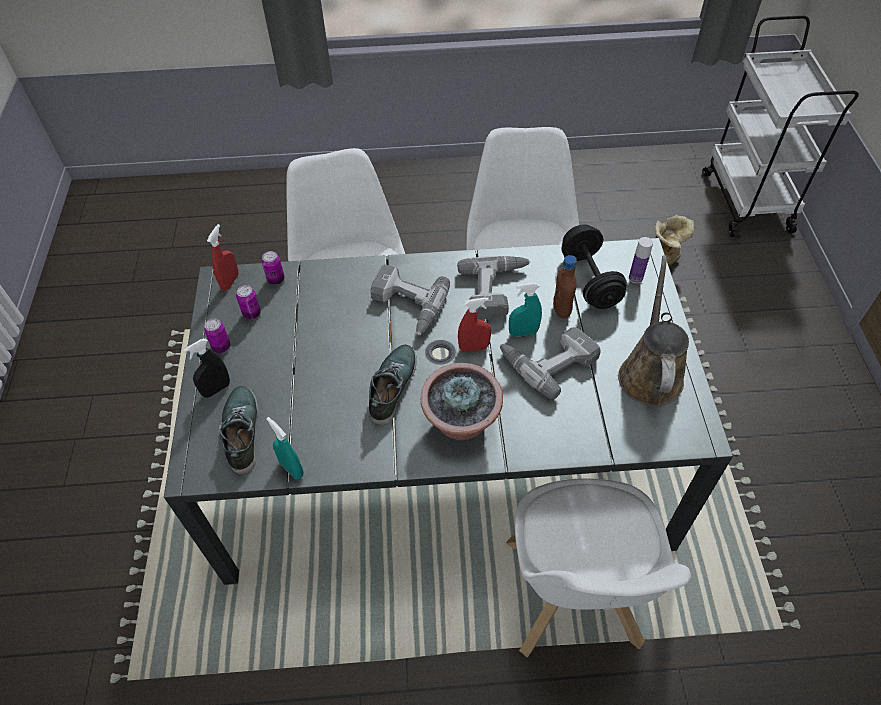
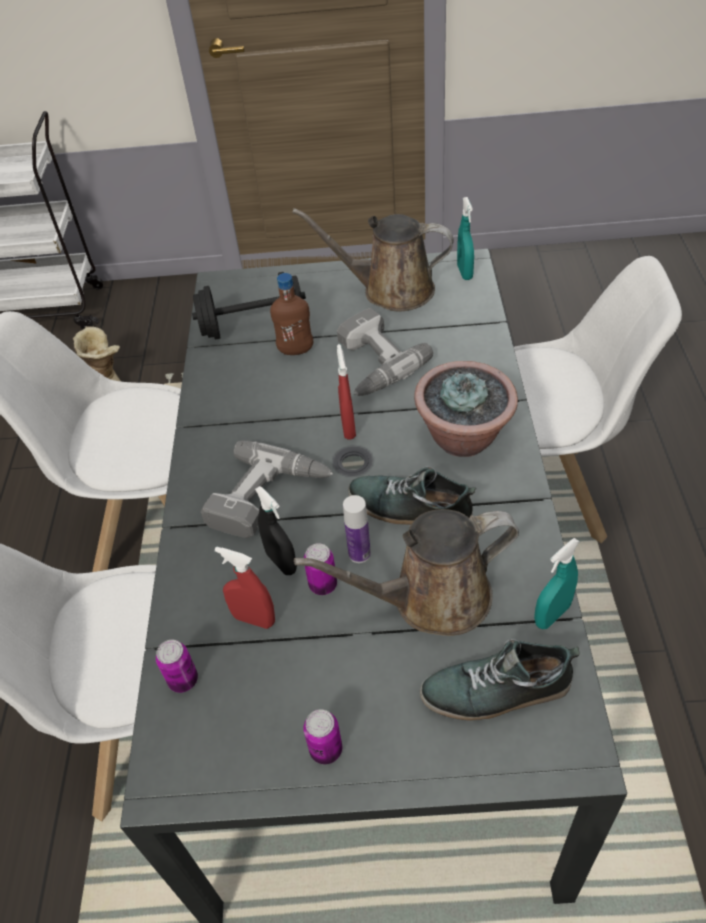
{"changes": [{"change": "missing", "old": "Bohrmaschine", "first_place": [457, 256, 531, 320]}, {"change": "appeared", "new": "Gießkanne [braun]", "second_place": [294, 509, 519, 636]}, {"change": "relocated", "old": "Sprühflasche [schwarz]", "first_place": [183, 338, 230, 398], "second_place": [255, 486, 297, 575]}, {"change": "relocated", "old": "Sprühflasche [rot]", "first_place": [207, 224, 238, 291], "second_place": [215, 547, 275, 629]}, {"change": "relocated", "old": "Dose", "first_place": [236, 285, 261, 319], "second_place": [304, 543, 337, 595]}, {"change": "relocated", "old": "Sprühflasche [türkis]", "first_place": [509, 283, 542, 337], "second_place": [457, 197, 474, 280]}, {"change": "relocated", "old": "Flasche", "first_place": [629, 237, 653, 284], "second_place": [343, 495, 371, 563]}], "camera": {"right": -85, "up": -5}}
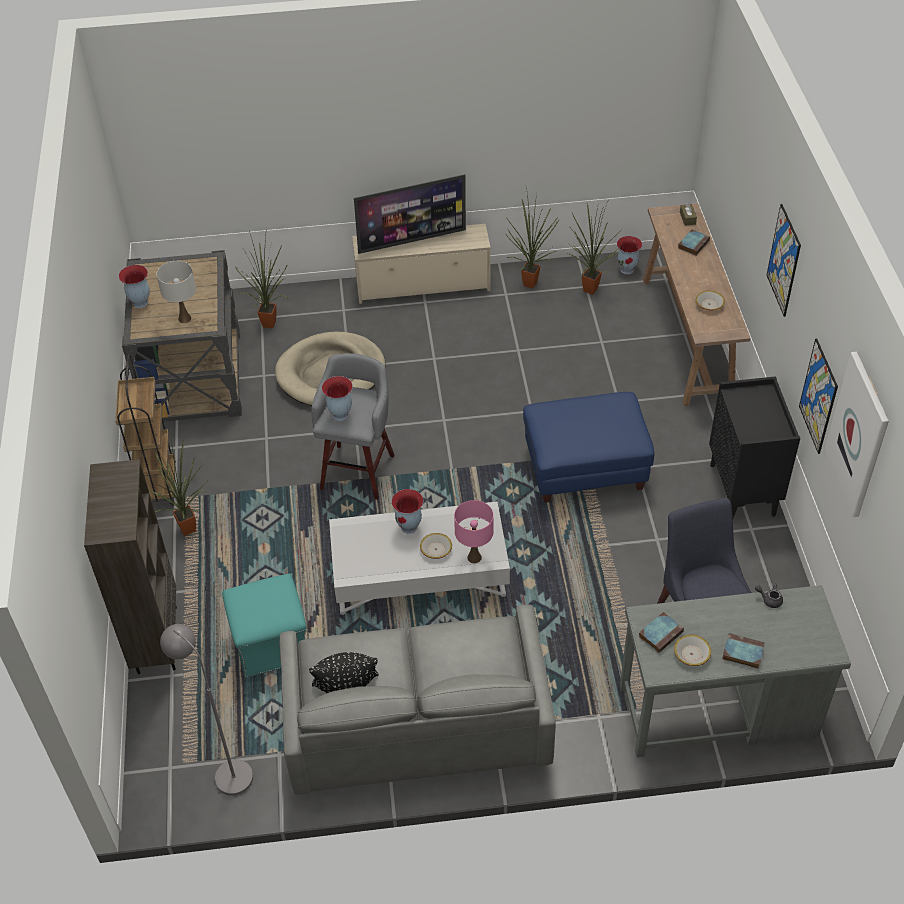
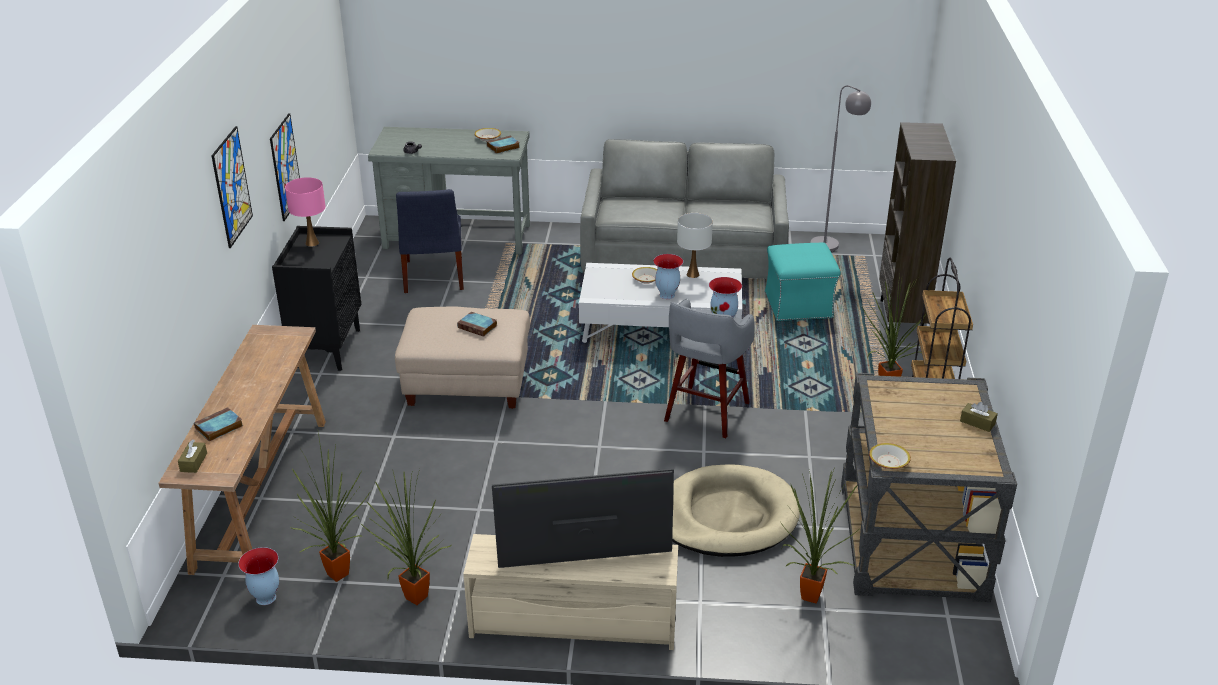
{"changes": [{"change": "missing", "old": "Kissen [schwarz]", "first_place": [309, 652, 379, 693]}, {"change": "missing", "old": "Bild", "first_place": [825, 352, 889, 517]}, {"change": "relocated", "old": "Tischlampe [weiß]", "first_place": [157, 261, 196, 323], "second_place": [677, 213, 713, 278]}, {"change": "relocated", "old": "Tischlampe [rosa]", "first_place": [454, 500, 494, 563], "second_place": [285, 177, 326, 247]}, {"change": "relocated", "old": "Schüssel", "first_place": [696, 291, 725, 310], "second_place": [869, 443, 911, 469]}, {"change": "relocated", "old": "Buch", "first_place": [722, 633, 765, 669], "second_place": [457, 312, 497, 337]}, {"change": "exchanged", "old": "Vase", "new": "Taschentuchbox [braun]", "first_place": [118, 265, 150, 308], "second_place": [960, 402, 998, 432]}, {"change": "colour", "old": "Polsterhocker [blau]", "new": "Polsterhocker [beige]", "first_place": [523, 392, 655, 503], "second_place": [395, 306, 530, 409]}], "camera": {"right": -170, "up": -15}}
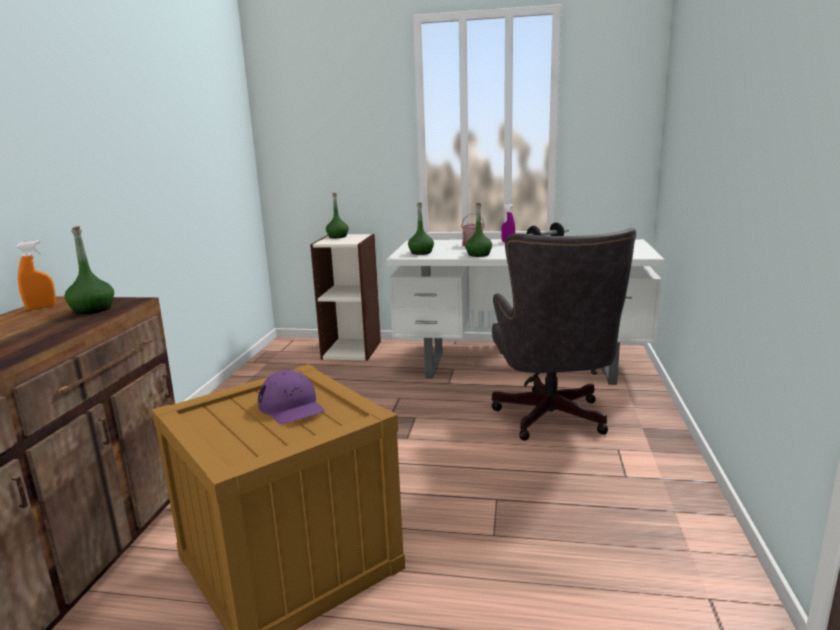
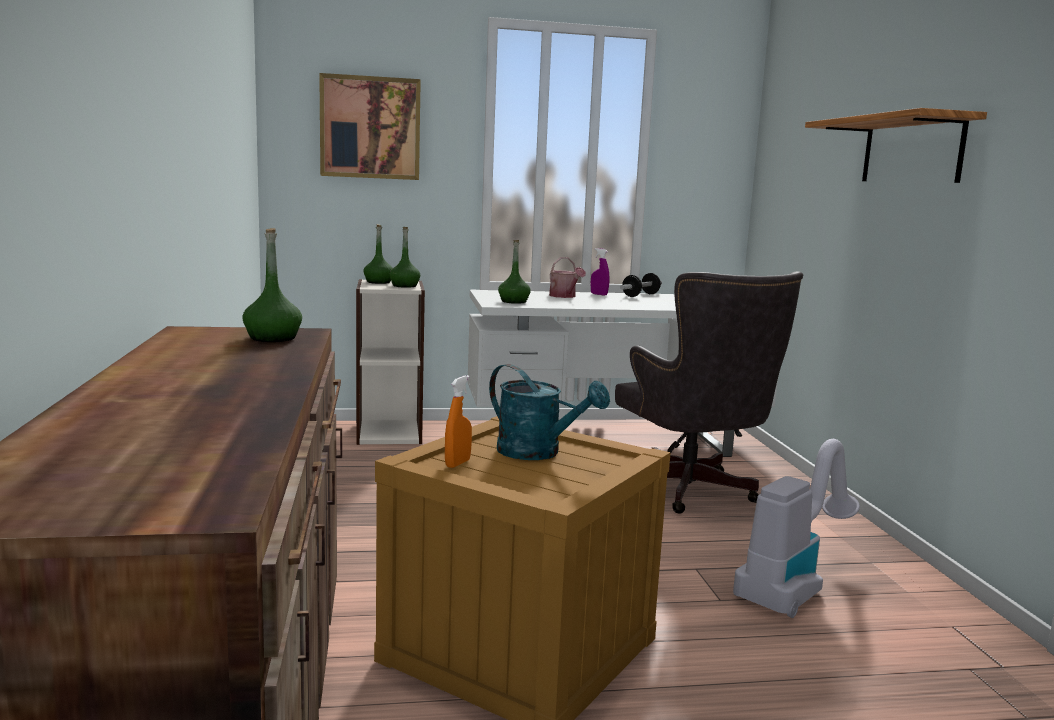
{"changes": [{"change": "appeared", "new": "Bild", "second_place": [319, 73, 421, 180]}, {"change": "appeared", "new": "Staubsauger", "second_place": [733, 439, 860, 618]}, {"change": "appeared", "new": "Wandregal", "second_place": [805, 108, 987, 183]}, {"change": "relocated", "old": "Sprühflasche [orange]", "first_place": [16, 240, 56, 310], "second_place": [445, 375, 472, 468]}, {"change": "relocated", "old": "Flasche [grün]", "first_place": [465, 203, 492, 257], "second_place": [389, 227, 420, 288]}, {"change": "exchanged", "old": "Kappe [lila]", "new": "Gießkanne [türkis]", "first_place": [258, 370, 325, 424], "second_place": [489, 364, 610, 460]}], "camera": {"right": -20, "up": -5}}
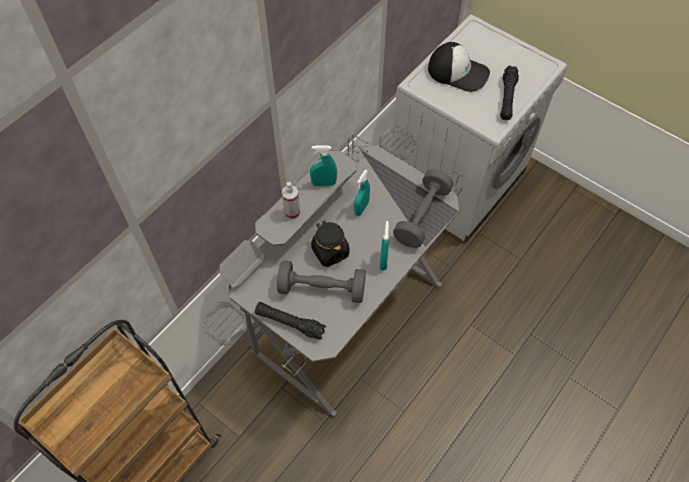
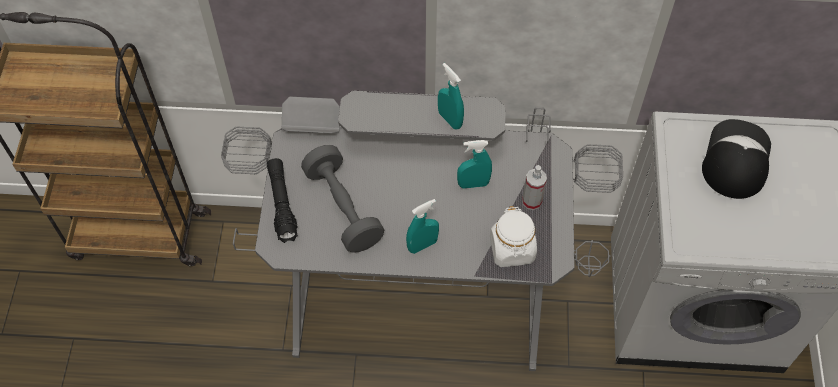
{"changes": [{"change": "missing", "old": "Vorratsglas [schwarz]", "first_place": [311, 221, 349, 267]}, {"change": "missing", "old": "Taschenlampe [schwarz]", "first_place": [500, 65, 519, 120]}, {"change": "relocated", "old": "Sprühflasche", "first_place": [282, 182, 300, 219], "second_place": [522, 165, 547, 210]}, {"change": "exchanged", "old": "Hantel [grau]", "new": "Vorratsglas [weiß]", "first_place": [393, 169, 453, 248], "second_place": [490, 206, 537, 267]}, {"change": "spun", "old": "Kappe", "first_place": [428, 42, 490, 92], "second_place": [702, 119, 771, 199], "degrees": -150}], "camera": {"right": 55, "up": 0}}
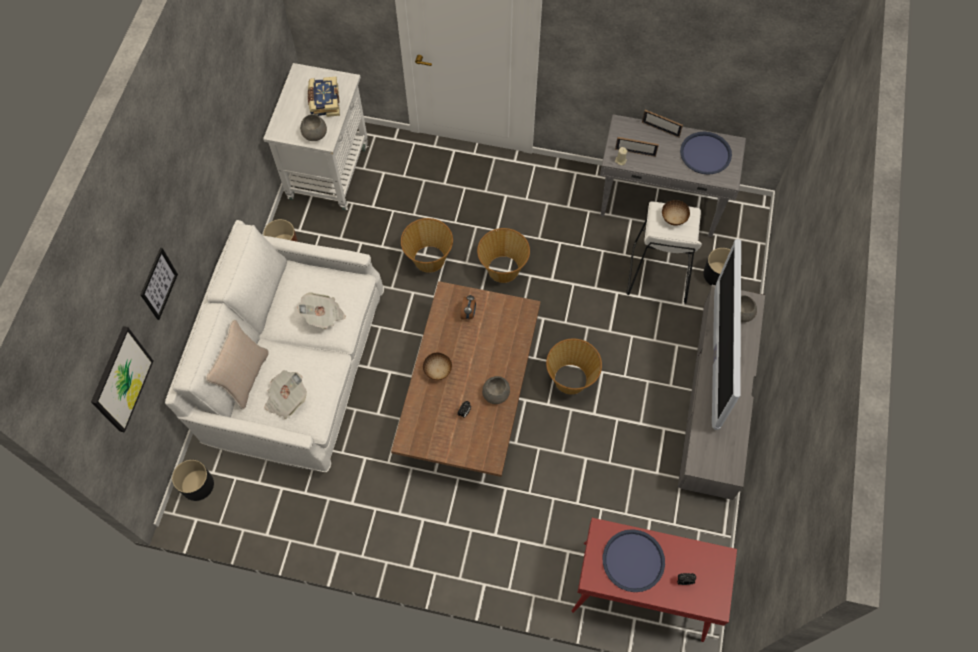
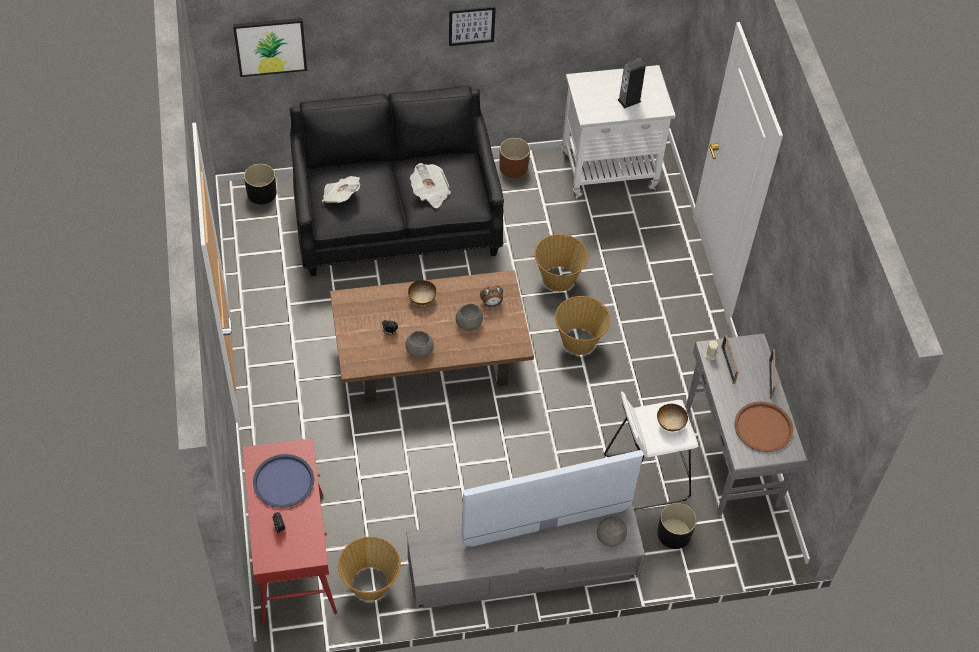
{"changes": [{"change": "missing", "old": "Kissen [beige]", "first_place": [206, 320, 269, 410]}, {"change": "relocated", "old": "Bild", "first_place": [140, 248, 178, 320], "second_place": [449, 6, 496, 46]}, {"change": "relocated", "old": "Schüssel [grau]", "first_place": [300, 114, 327, 141], "second_place": [456, 304, 483, 331]}, {"change": "relocated", "old": "Korb", "first_place": [546, 339, 602, 394], "second_place": [338, 537, 401, 601]}, {"change": "exchanged", "old": "Buch", "new": "Lautsprecher", "first_place": [308, 77, 340, 117], "second_place": [618, 58, 646, 109]}, {"change": "colour", "old": "Sofa [weiß]", "new": "Sofa [schwarz]", "first_place": [165, 220, 384, 472], "second_place": [290, 85, 504, 276]}, {"change": "colour", "old": "Tablett [blau]", "new": "Tablett [braun]", "first_place": [680, 132, 732, 175], "second_place": [734, 402, 793, 452]}], "camera": {"right": 65, "up": -10}}
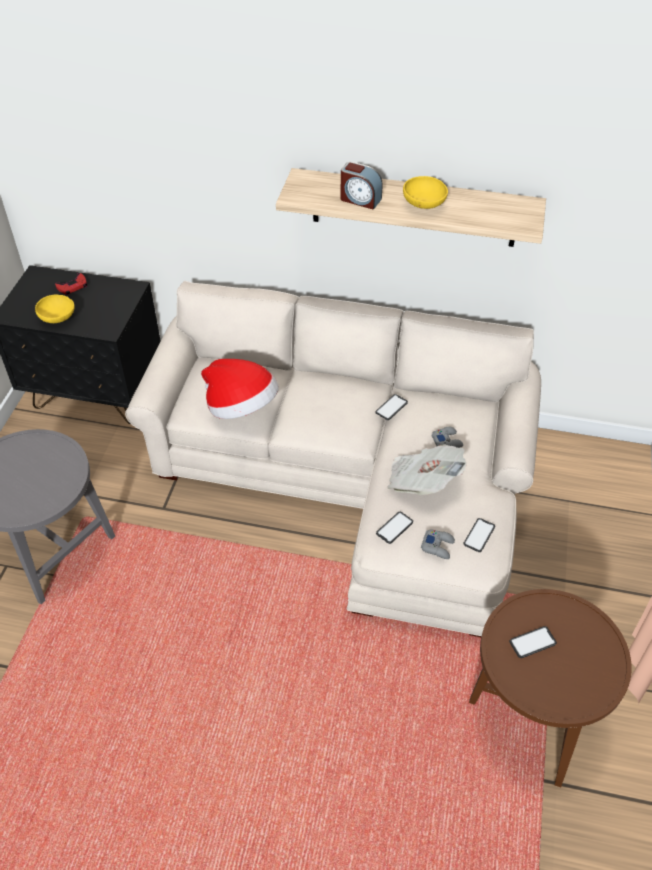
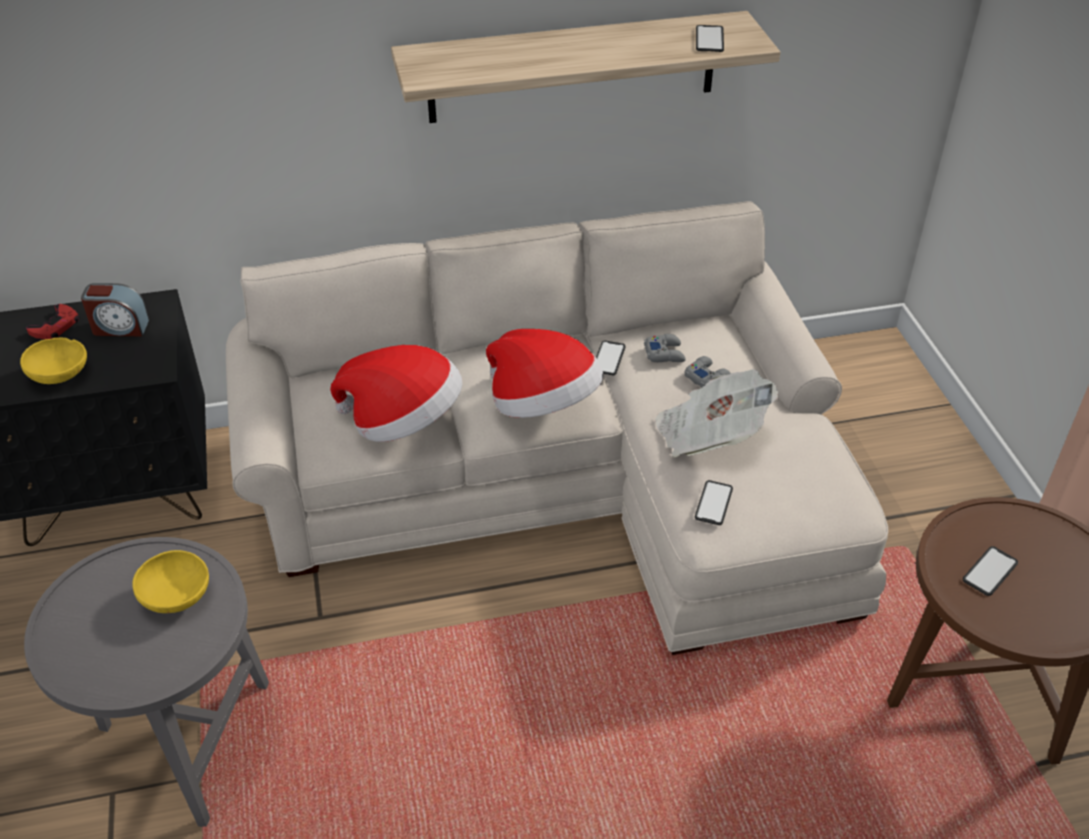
{"changes": [{"change": "appeared", "new": "Hut", "second_place": [486, 329, 603, 418]}, {"change": "relocated", "old": "Wecker", "first_place": [340, 162, 383, 210], "second_place": [81, 283, 149, 336]}, {"change": "relocated", "old": "Schüssel [gelb]", "first_place": [403, 176, 448, 209], "second_place": [132, 550, 209, 613]}, {"change": "relocated", "old": "Gamepad [grau]", "first_place": [421, 530, 455, 559], "second_place": [644, 334, 686, 362]}, {"change": "relocated", "old": "Handy", "first_place": [464, 518, 495, 552], "second_place": [696, 25, 724, 52]}], "camera": {"right": -25, "up": -5}}
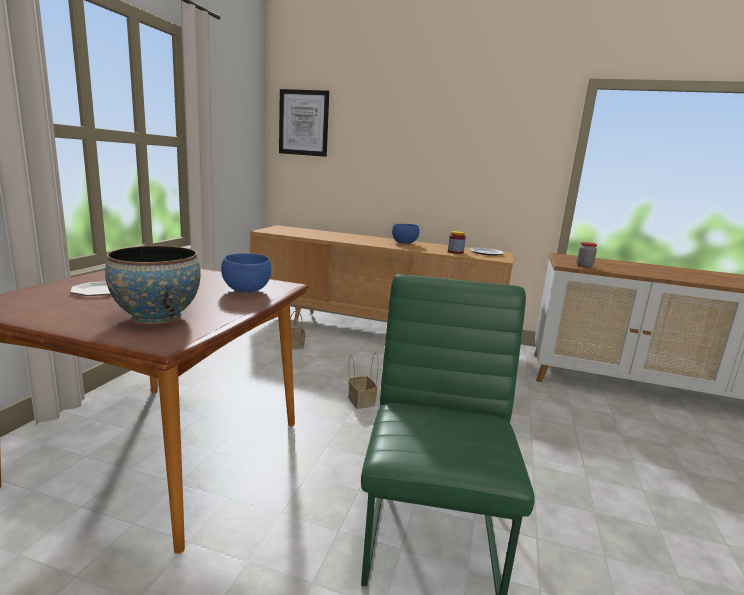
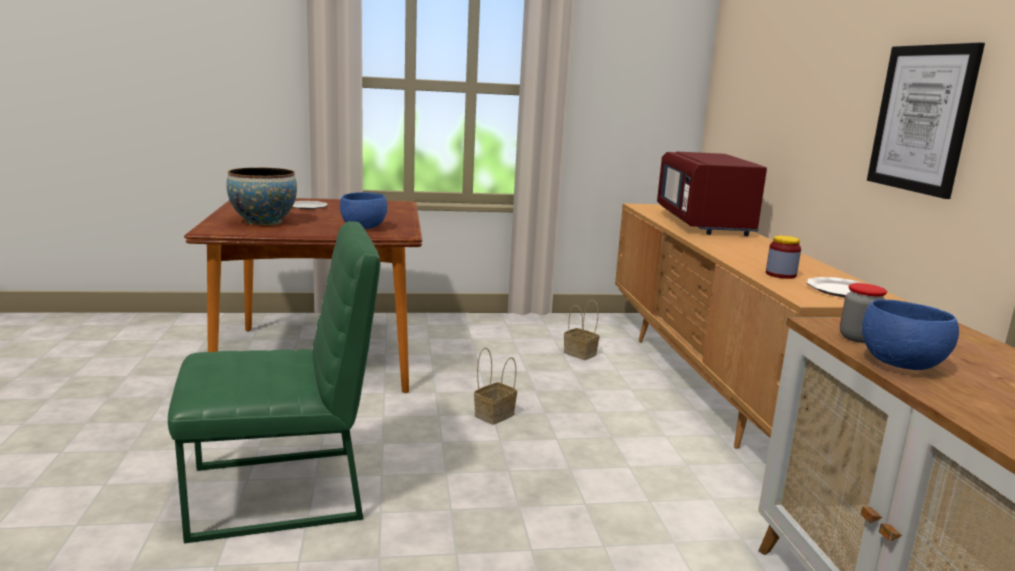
{"changes": [{"change": "appeared", "new": "Mikrowelle [rot]", "second_place": [657, 152, 767, 236]}, {"change": "relocated", "old": "Bild", "first_place": [279, 89, 329, 157], "second_place": [867, 43, 985, 199]}, {"change": "relocated", "old": "Schüssel [blau]", "first_place": [392, 224, 419, 244], "second_place": [862, 300, 959, 370]}], "camera": {"right": 65, "up": 0}}
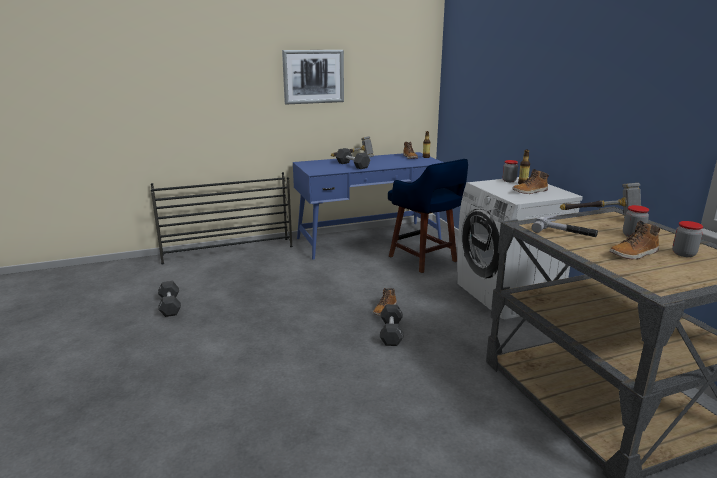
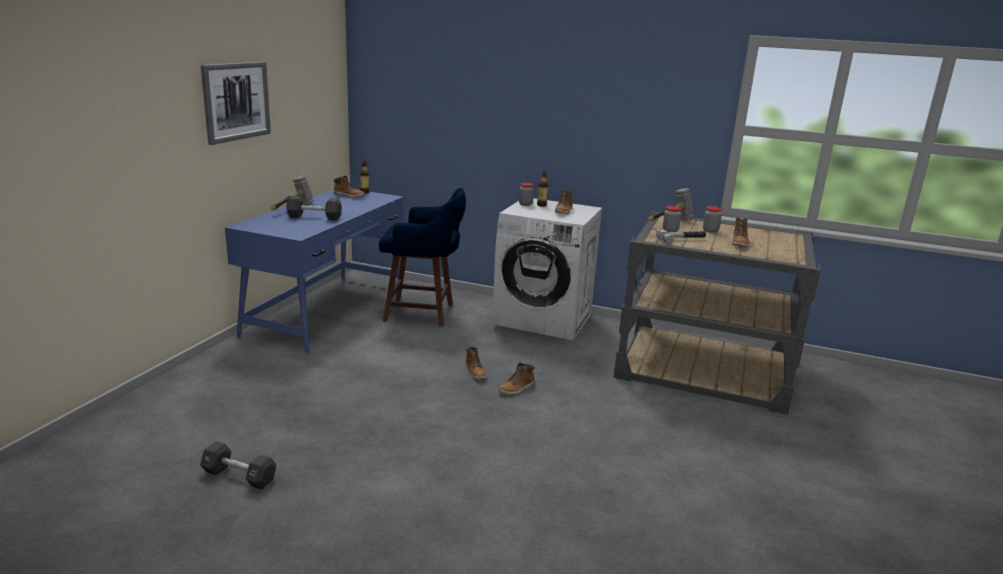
{"changes": [{"change": "missing", "old": "Schuhregal [schwarz]", "first_place": [151, 172, 293, 264]}, {"change": "relocated", "old": "Vorratsglas", "first_place": [672, 221, 703, 257], "second_place": [663, 206, 681, 232]}, {"change": "exchanged", "old": "Hantel [schwarz]", "new": "Stiefel", "first_place": [380, 304, 403, 346], "second_place": [498, 363, 535, 395]}], "camera": {"right": -50, "up": 0}}
